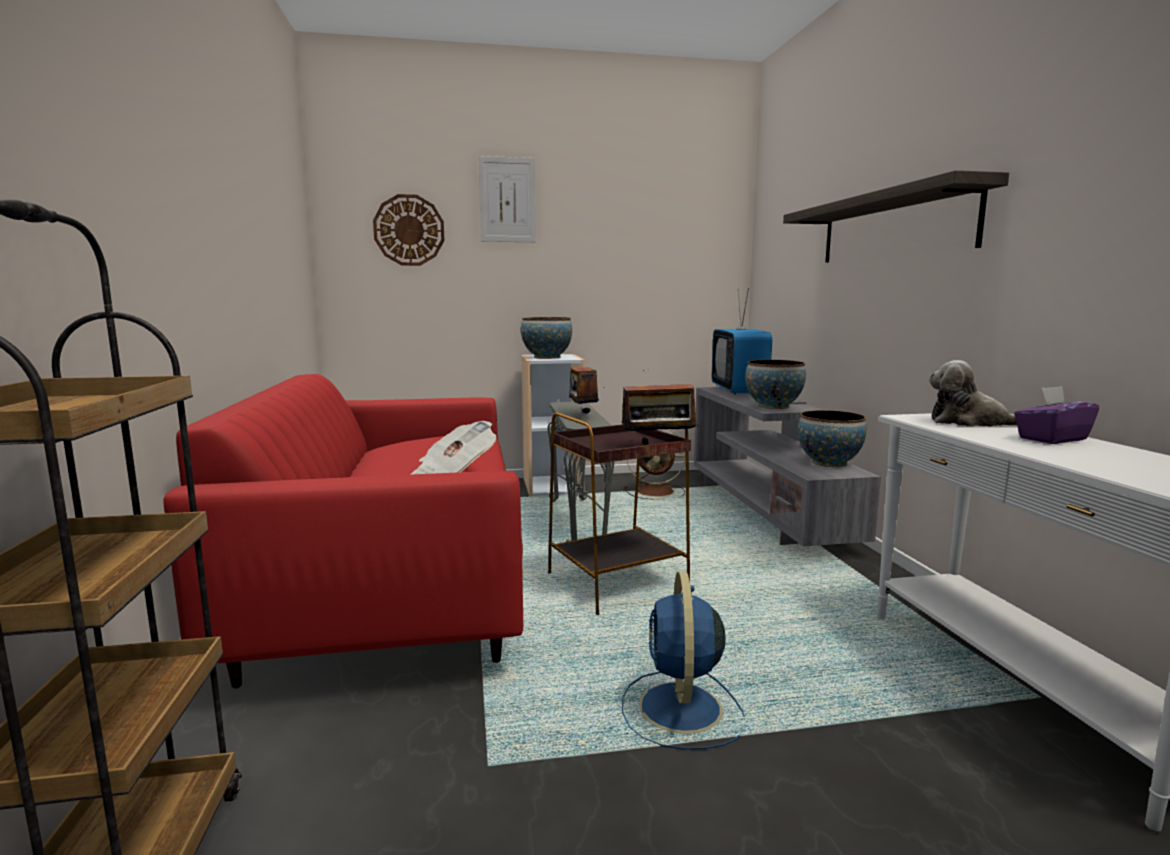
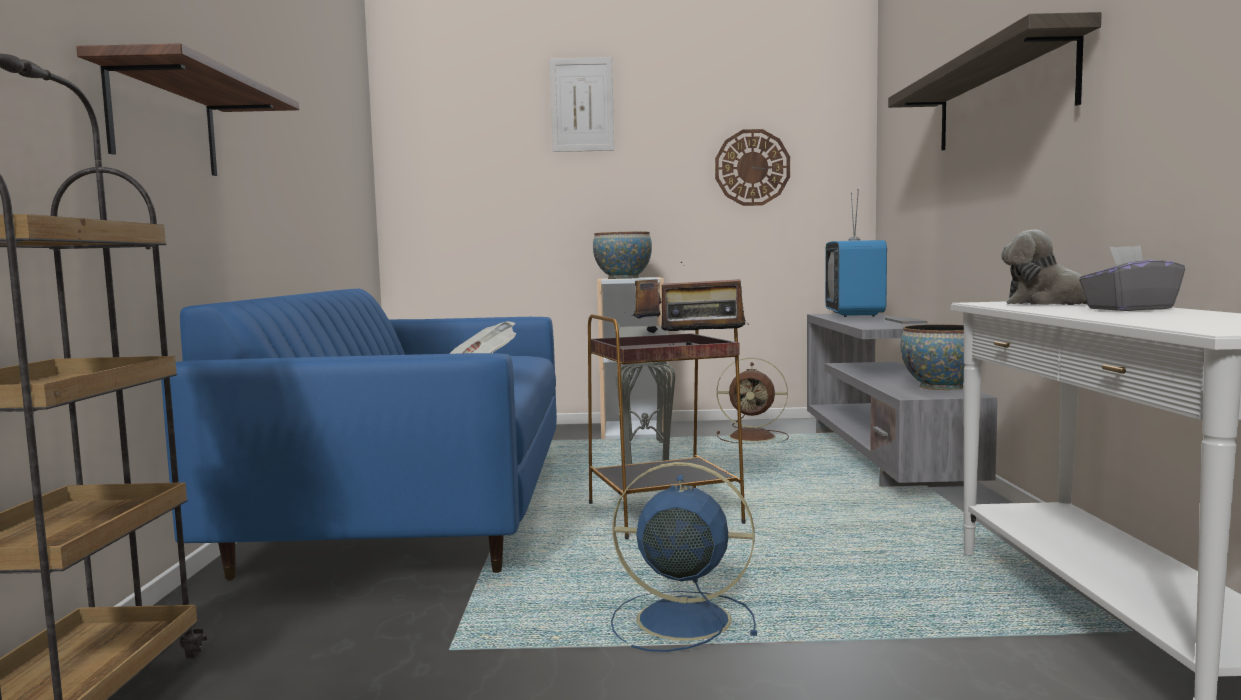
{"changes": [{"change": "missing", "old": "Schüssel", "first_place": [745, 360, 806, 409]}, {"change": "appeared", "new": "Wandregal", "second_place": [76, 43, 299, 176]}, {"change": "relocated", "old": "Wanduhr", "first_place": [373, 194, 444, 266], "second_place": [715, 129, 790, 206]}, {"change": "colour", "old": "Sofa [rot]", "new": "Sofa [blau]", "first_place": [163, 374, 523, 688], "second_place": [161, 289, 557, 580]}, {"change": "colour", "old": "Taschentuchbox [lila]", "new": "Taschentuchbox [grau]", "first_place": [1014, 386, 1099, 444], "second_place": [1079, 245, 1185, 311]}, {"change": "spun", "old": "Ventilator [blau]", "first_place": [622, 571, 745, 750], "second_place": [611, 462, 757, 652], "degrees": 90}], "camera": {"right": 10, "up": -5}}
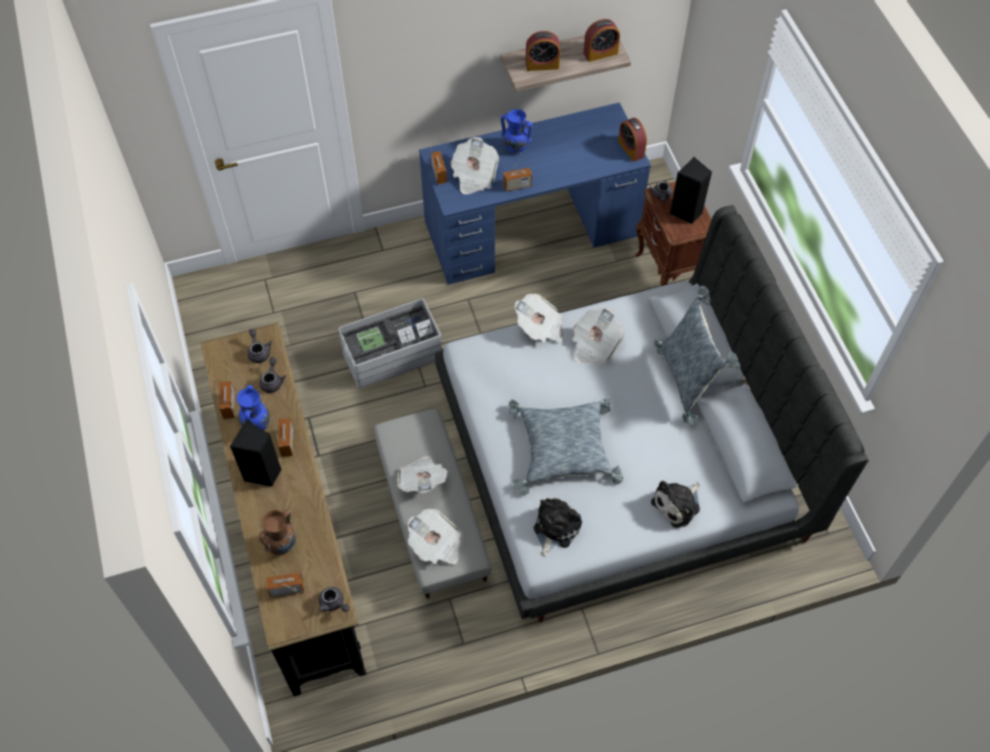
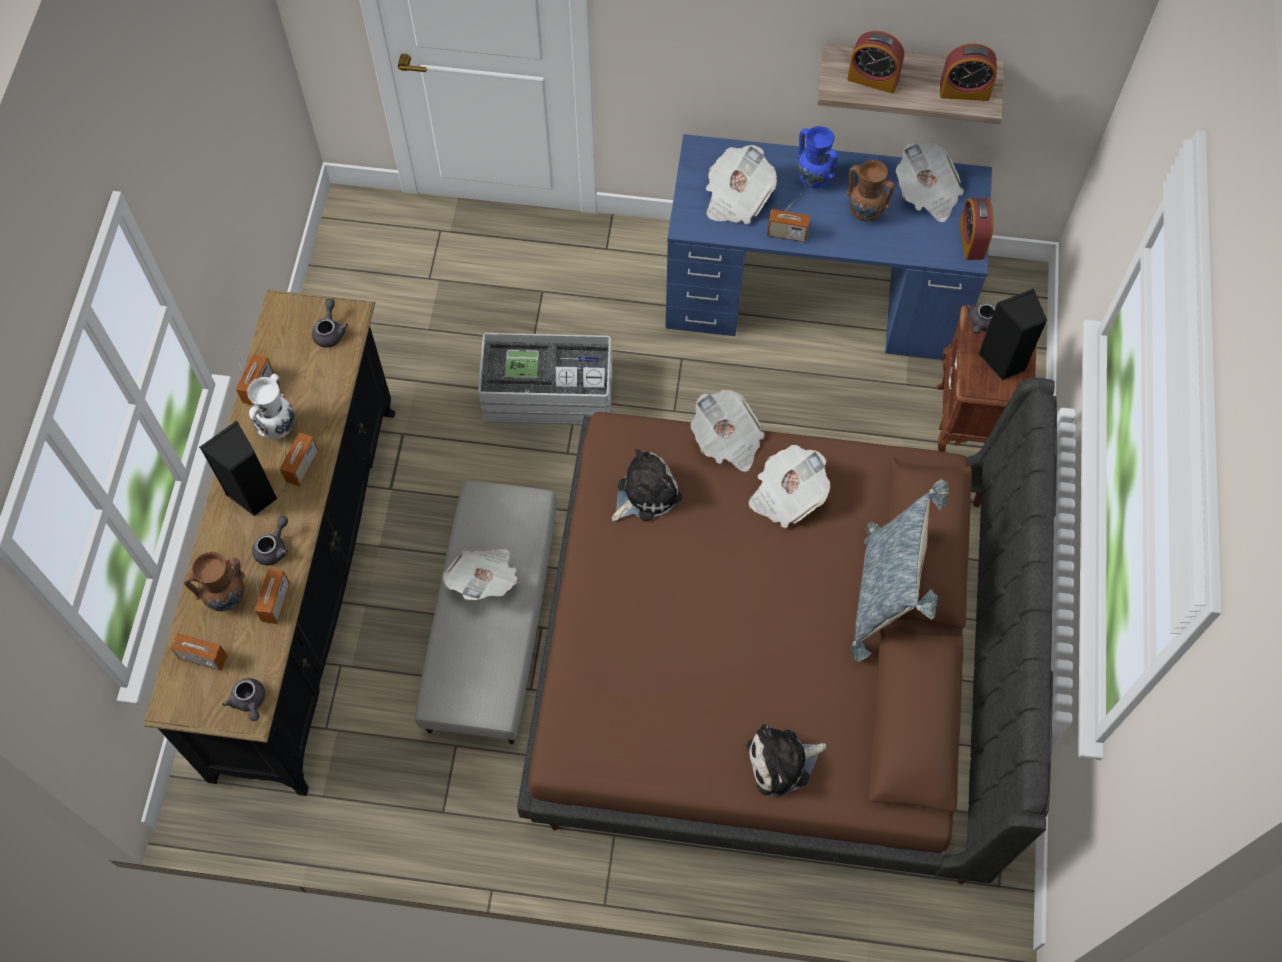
{"changes": [{"change": "missing", "old": "Kissen", "first_place": [508, 396, 623, 495]}, {"change": "appeared", "new": "Vase [braun]", "second_place": [846, 160, 895, 222]}, {"change": "relocated", "old": "Teekanne [grau]", "first_place": [259, 357, 286, 393], "second_place": [252, 516, 288, 565]}, {"change": "relocated", "old": "Zeitung", "first_place": [407, 509, 462, 565], "second_place": [896, 142, 964, 222]}, {"change": "relocated", "old": "Radio", "first_place": [430, 145, 447, 185], "second_place": [254, 567, 290, 624]}, {"change": "relocated", "old": "Plüschtier", "first_place": [534, 498, 582, 557], "second_place": [612, 449, 682, 521]}, {"change": "colour", "old": "Vase [blau]", "new": "Vase [weiß]", "first_place": [237, 385, 270, 430], "second_place": [247, 374, 295, 439]}, {"change": "colour", "old": "Bett [grau]", "new": "Bett [braun]", "first_place": [435, 205, 869, 623], "second_place": [517, 377, 1057, 884]}], "camera": {"right": 25, "up": 5}}
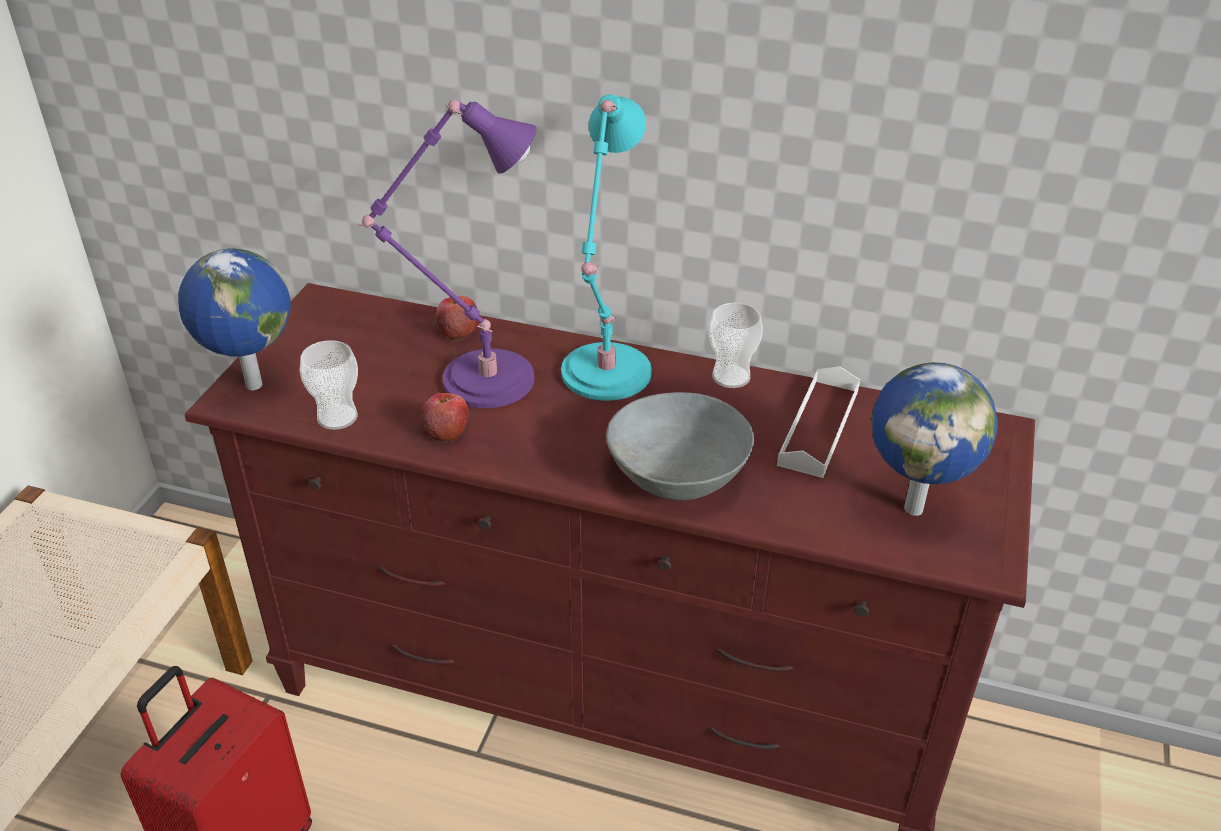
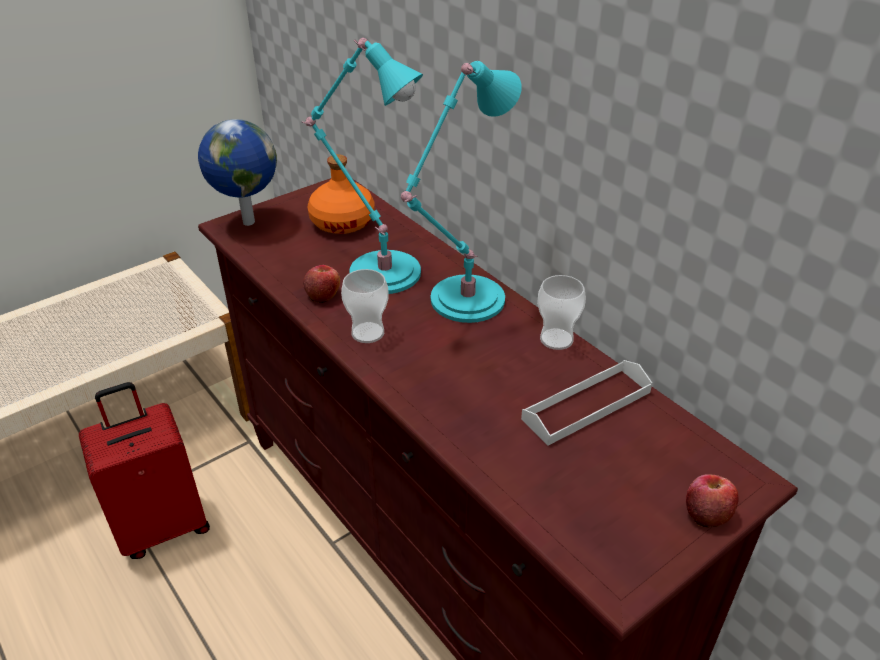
{"changes": [{"change": "missing", "old": "Schüssel [grau]", "first_place": [606, 392, 754, 501]}, {"change": "missing", "old": "Globus", "first_place": [872, 362, 998, 516]}, {"change": "appeared", "new": "Flasche [orange]", "second_place": [307, 154, 374, 234]}, {"change": "relocated", "old": "Tasse", "first_place": [299, 340, 358, 430], "second_place": [341, 269, 389, 343]}, {"change": "relocated", "old": "Apfel", "first_place": [436, 296, 477, 341], "second_place": [686, 474, 739, 528]}, {"change": "colour", "old": "Tischlampe [lila]", "new": "Tischlampe [türkis]", "first_place": [358, 100, 536, 408], "second_place": [301, 38, 423, 294]}], "camera": {"right": 35, "up": 0}}
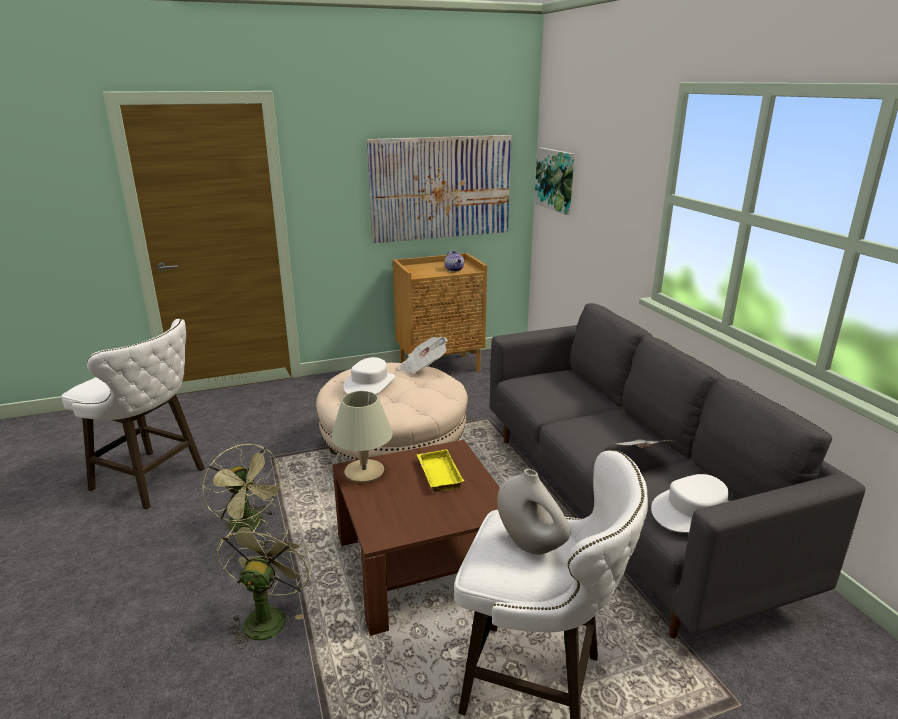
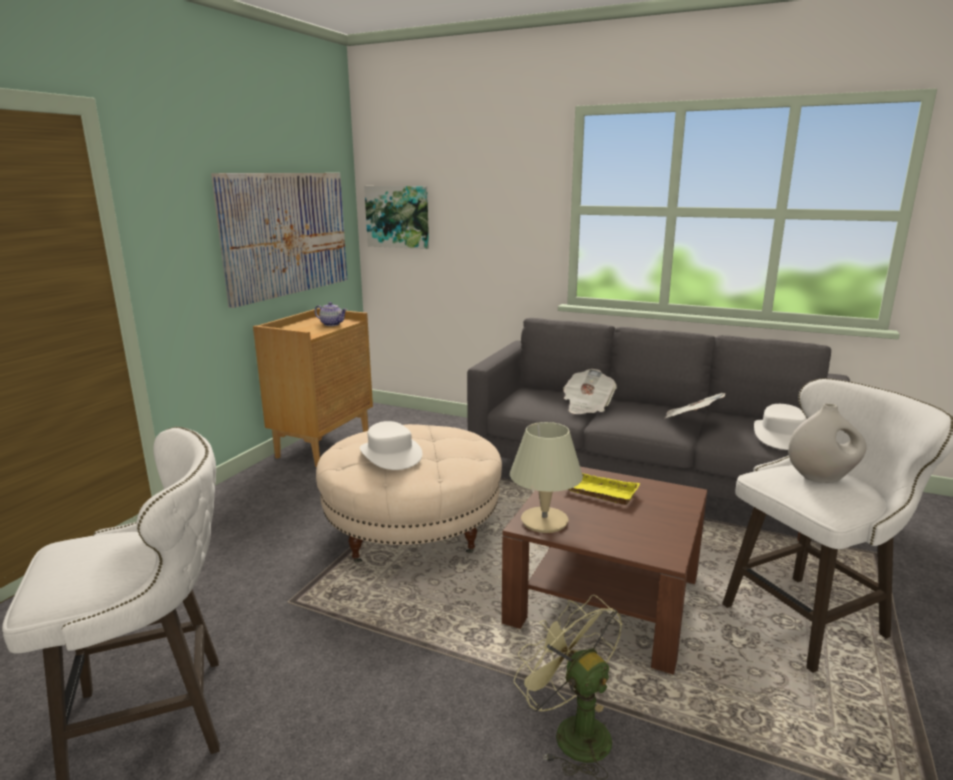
{"changes": [{"change": "missing", "old": "Ventilator [grün]", "first_place": [202, 444, 285, 540]}, {"change": "relocated", "old": "Zeitung", "first_place": [398, 337, 448, 374], "second_place": [563, 369, 617, 414]}], "camera": {"right": -45, "up": -5}}
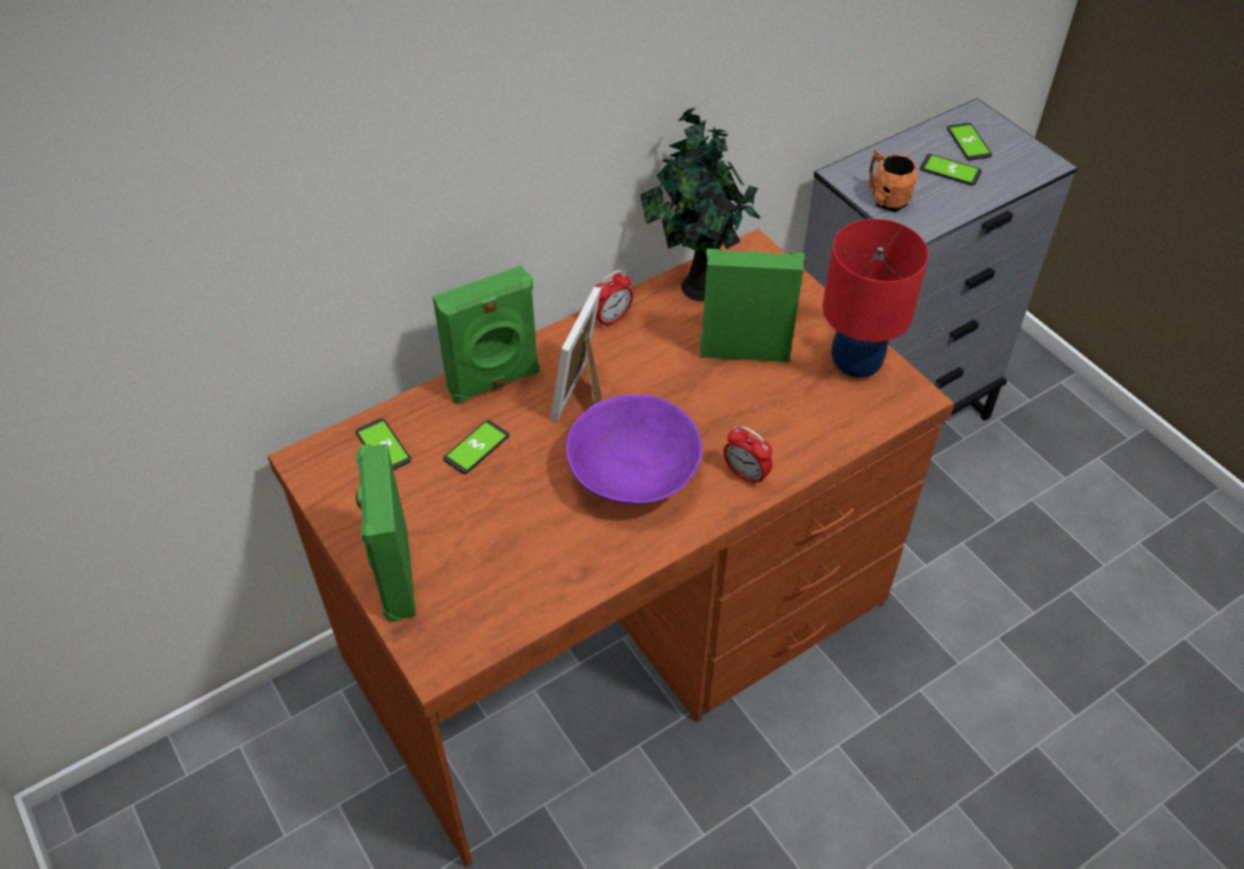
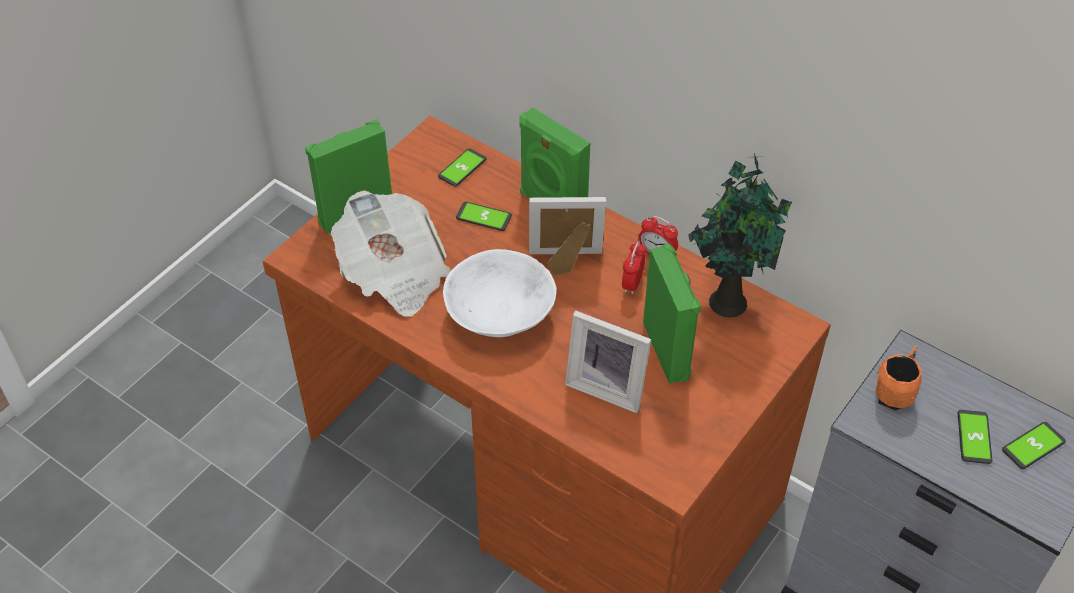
{"changes": [{"change": "missing", "old": "Tischlampe [rot]", "first_place": [823, 219, 928, 378]}, {"change": "appeared", "new": "Zeitung", "second_place": [331, 190, 451, 317]}, {"change": "appeared", "new": "Bilderrahmen", "second_place": [565, 311, 651, 413]}, {"change": "relocated", "old": "Wecker", "first_place": [723, 426, 772, 486], "second_place": [622, 242, 646, 295]}, {"change": "colour", "old": "Schüssel [lila]", "new": "Schüssel [weiß]", "first_place": [566, 394, 702, 505], "second_place": [443, 249, 557, 337]}], "camera": {"right": 70, "up": 0}}
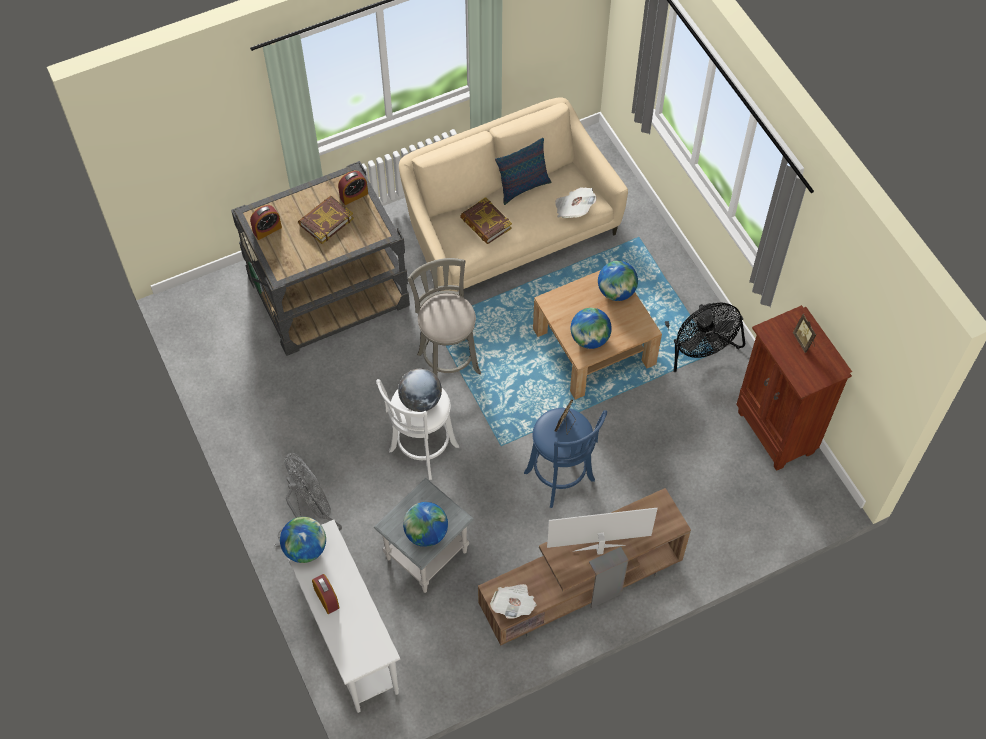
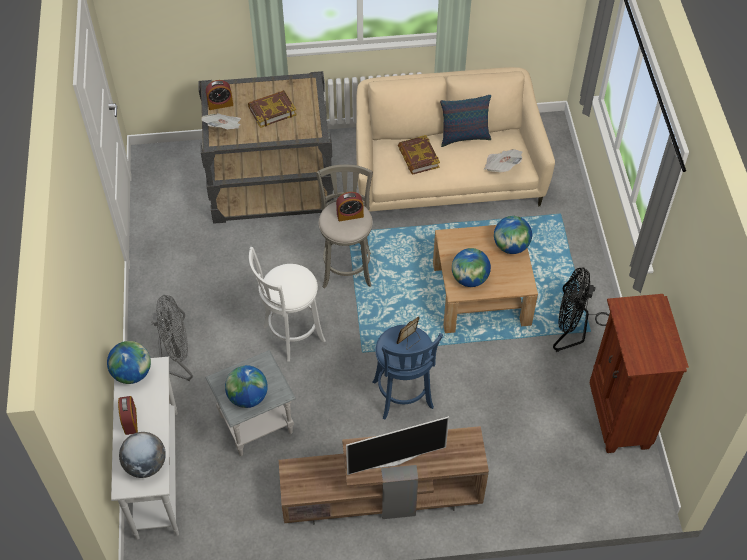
{"changes": [{"change": "missing", "old": "Bilderrahmen", "first_place": [793, 314, 817, 353]}, {"change": "relocated", "old": "Wecker", "first_place": [338, 171, 368, 205], "second_place": [336, 192, 364, 221]}, {"change": "relocated", "old": "Globus", "first_place": [398, 368, 442, 412], "second_place": [119, 432, 166, 478]}, {"change": "relocated", "old": "Zeitung", "first_place": [490, 584, 537, 619], "second_place": [202, 113, 241, 129]}, {"change": "spun", "old": "Fernseher", "first_place": [547, 508, 658, 555], "second_place": [346, 416, 449, 475], "degrees": 150}, {"change": "spun", "old": "Ventilator [schwarz]", "first_place": [665, 303, 745, 372], "second_place": [553, 267, 609, 352], "degrees": 105}], "camera": {"right": 20, "up": -5}}
